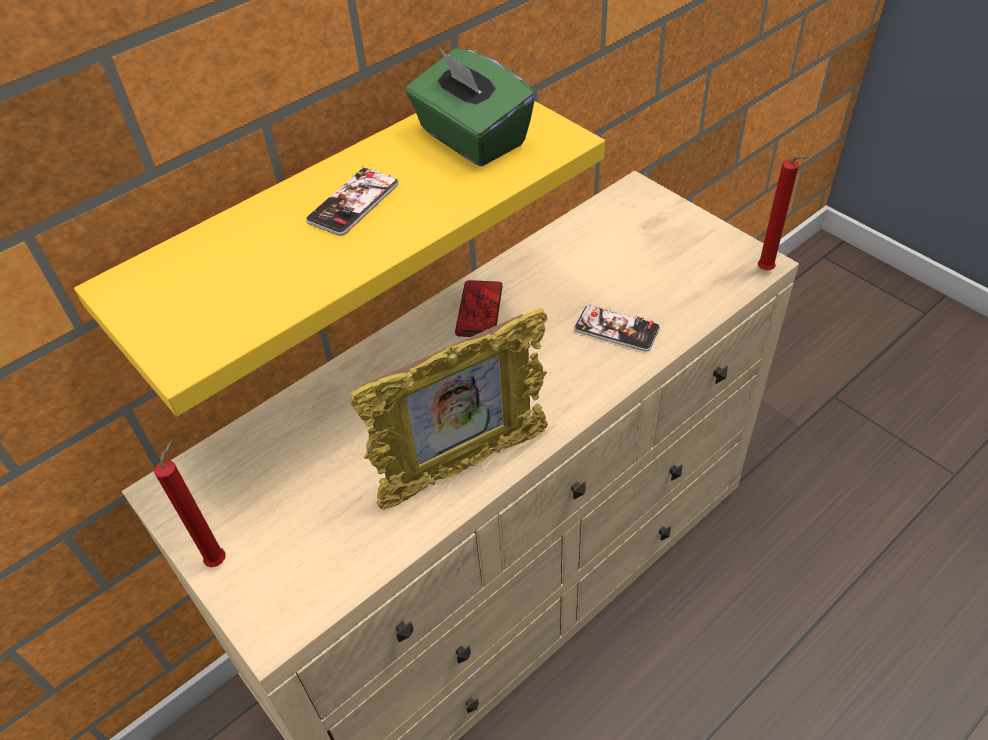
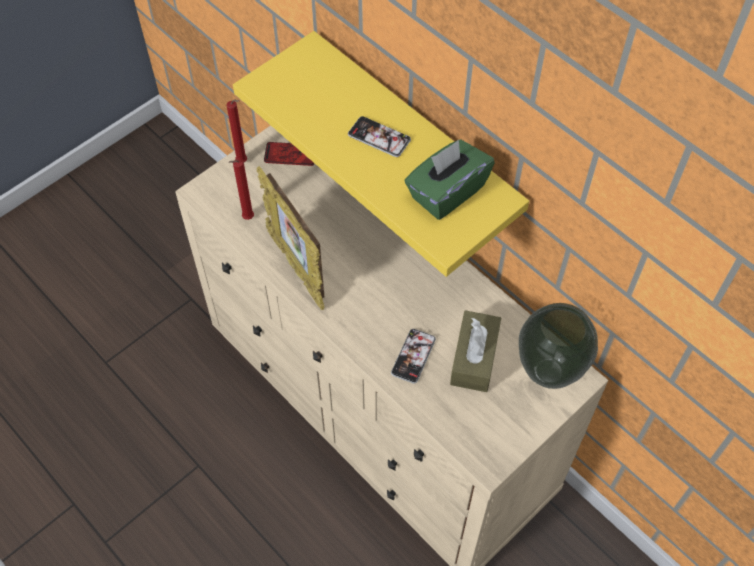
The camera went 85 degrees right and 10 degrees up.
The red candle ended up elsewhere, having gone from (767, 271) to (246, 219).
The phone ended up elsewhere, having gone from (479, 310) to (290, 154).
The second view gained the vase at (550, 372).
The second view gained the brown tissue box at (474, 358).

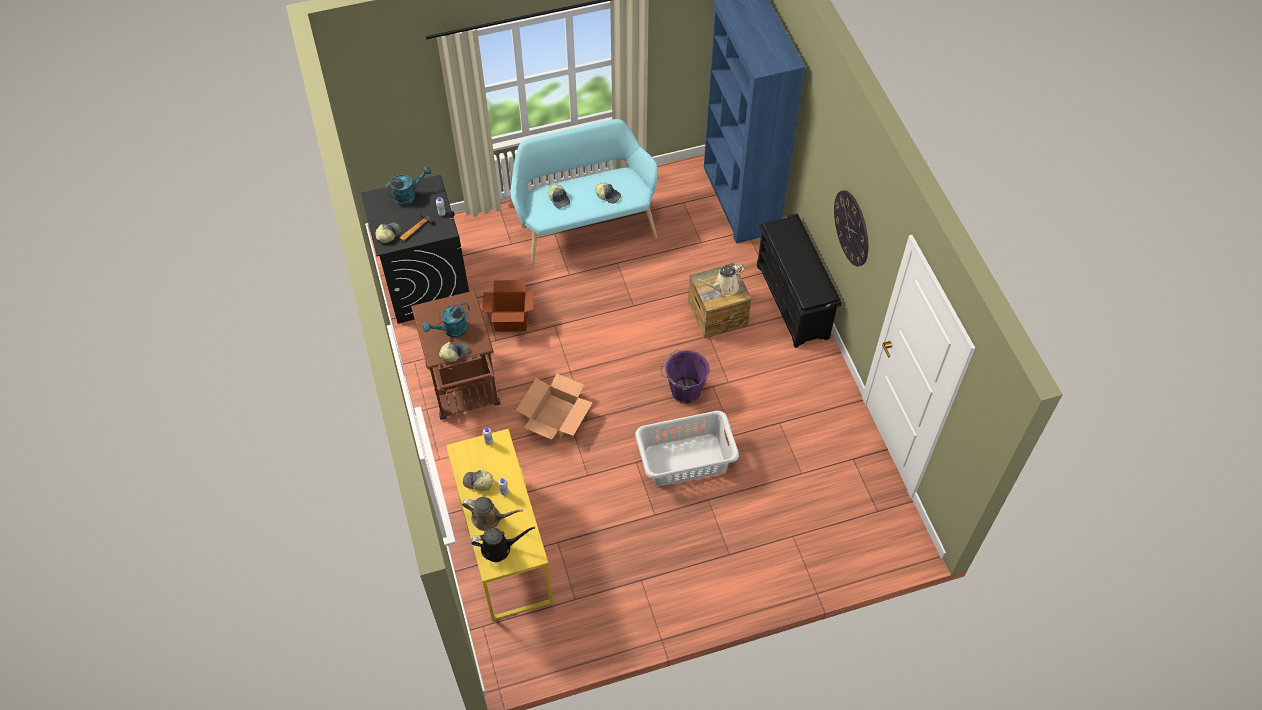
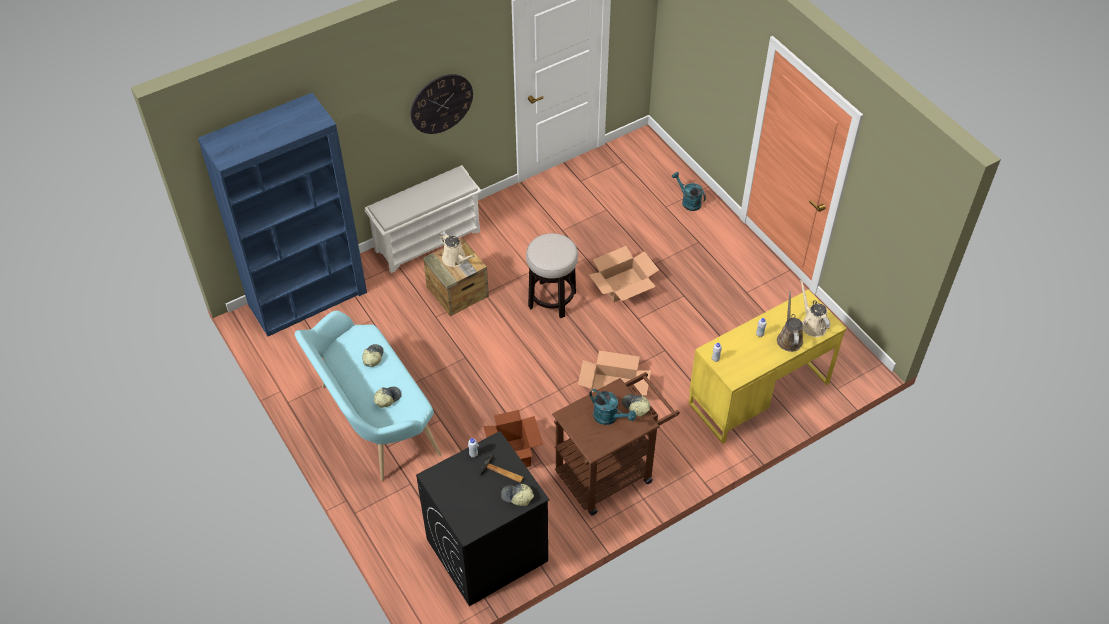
The camera went 105 degrees left and 5 degrees down.
The turquoise watering can ended up elsewhere, having gone from (408, 195) to (688, 201).
What was the black shoe rack at (793, 302) turned into the white shoe rack at (428, 240).
Where the purple bucket stood at (684, 391), the stool came to stand at (552, 299).
Where the grey laundry basket stood at (686, 460), the cardboard box came to stand at (623, 285).
The second view lost the cap at (478, 482).
What was the black watering can at (499, 548) turned into the beige watering can at (812, 324).

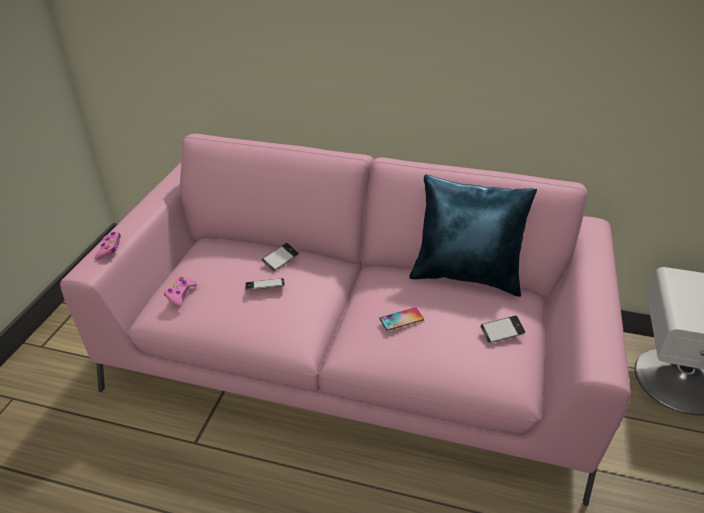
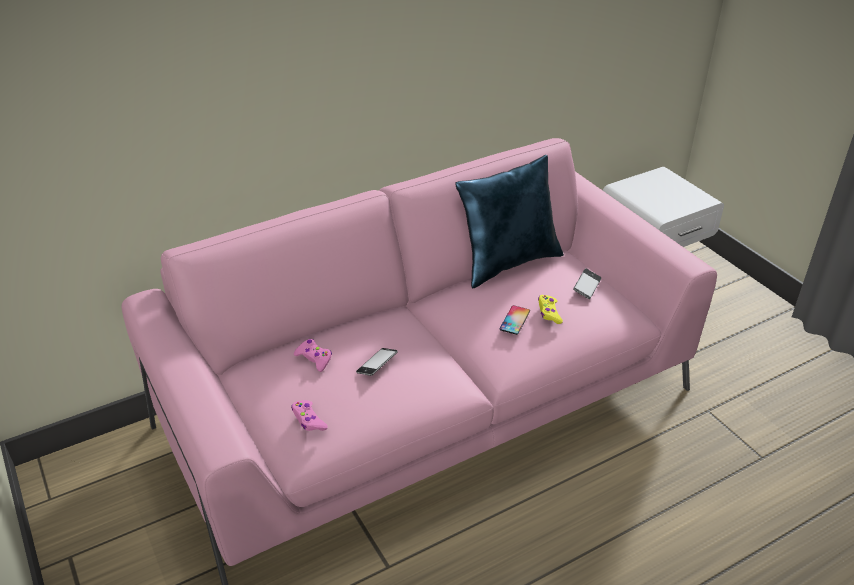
The camera went 45 degrees left and 0 degrees up.
The pink game controller ended up elsewhere, having gone from (109, 249) to (314, 358).
The second view lost the phone at (280, 259).
The second view gained the yellow game controller at (549, 313).

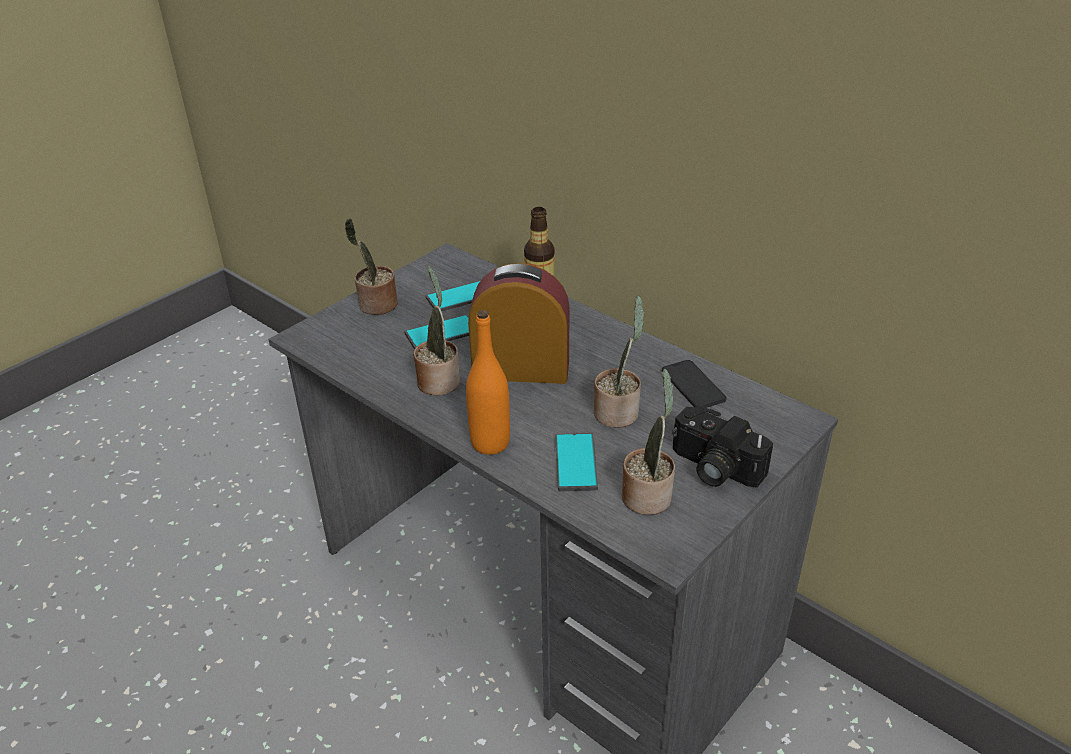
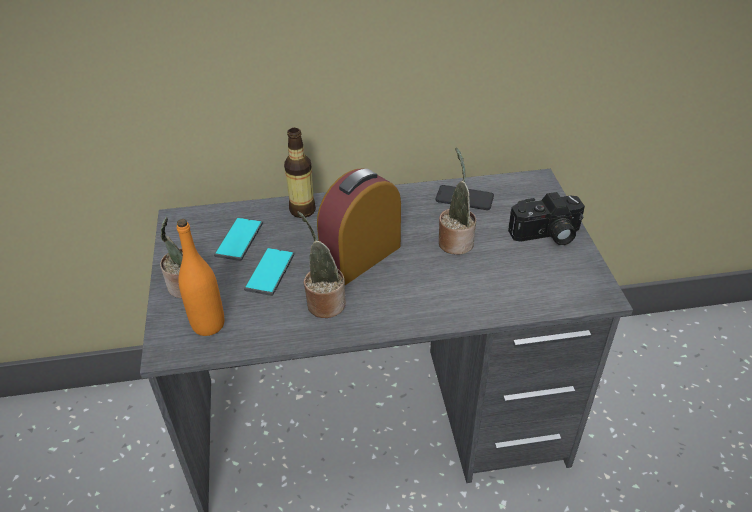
The camera went 50 degrees left and 5 degrees up.
The orange bottle ended up elsewhere, having gone from (490, 443) to (208, 324).
The second view lost the potted plant at (648, 495).
The second view lost the phone at (576, 463).

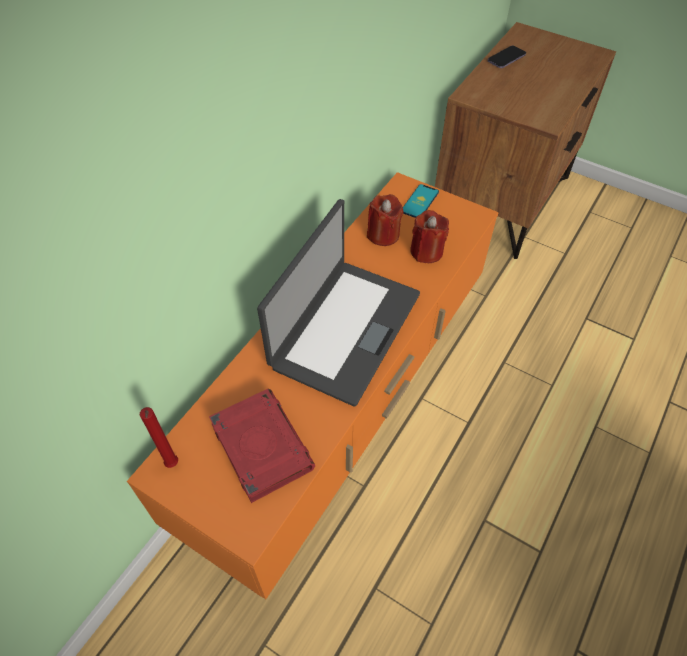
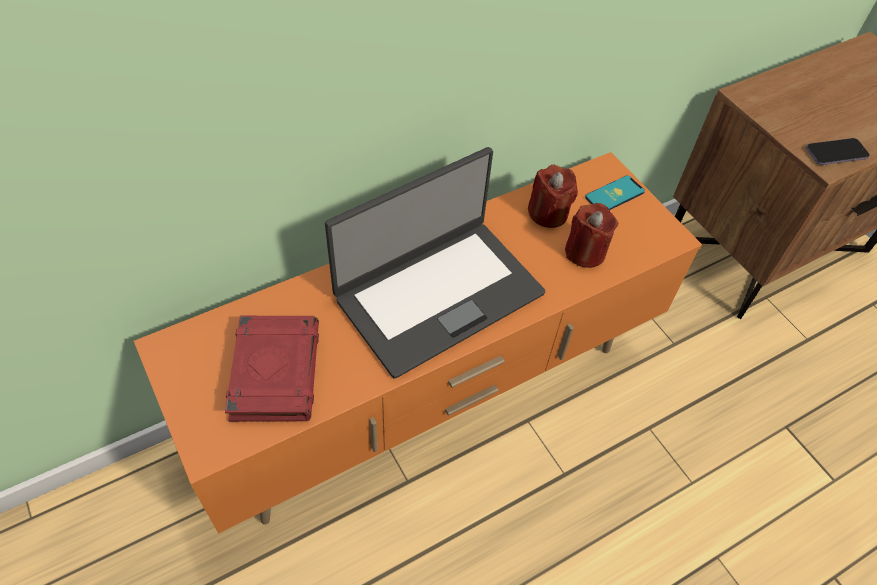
The camera went 25 degrees right and 0 degrees up.
The phone ended up elsewhere, having gone from (506, 58) to (836, 153).
The second view lost the red candle at (172, 465).

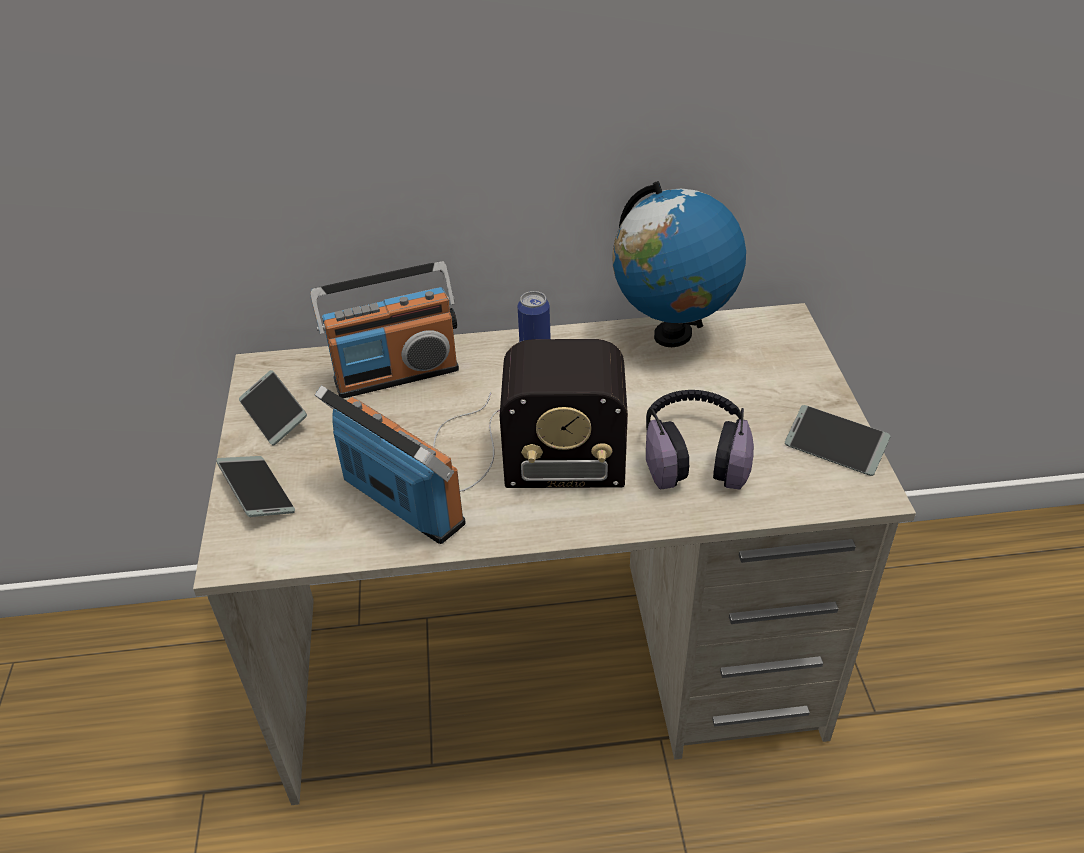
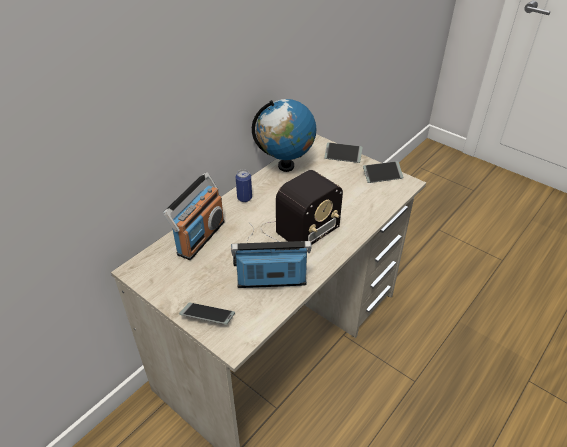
The camera went 45 degrees left and 0 degrees up.
The phone ended up elsewhere, having gone from (274, 414) to (343, 156).
The second view lost the headphones at (694, 454).

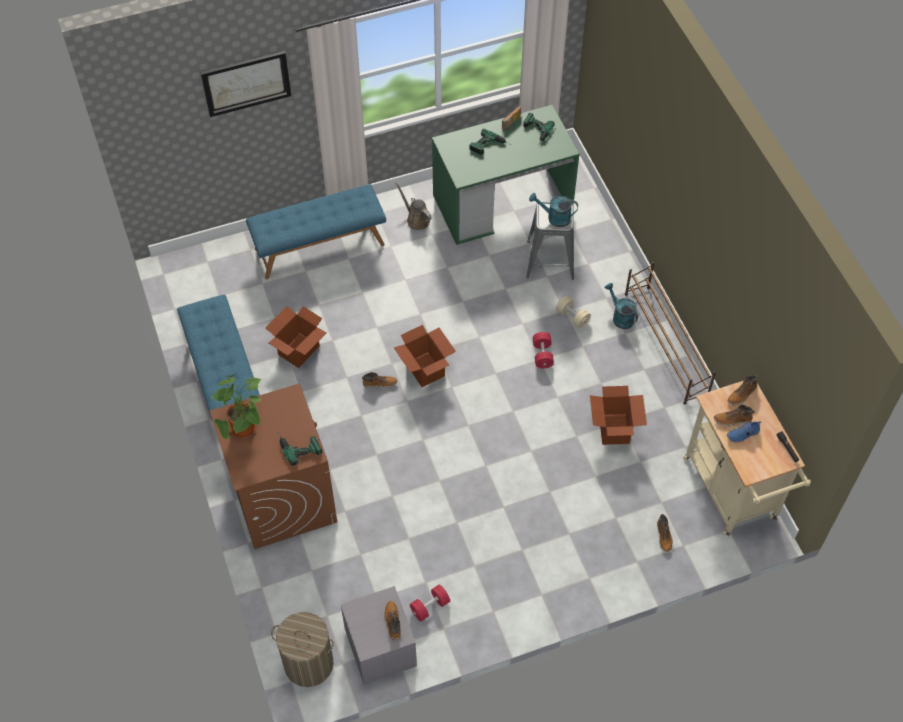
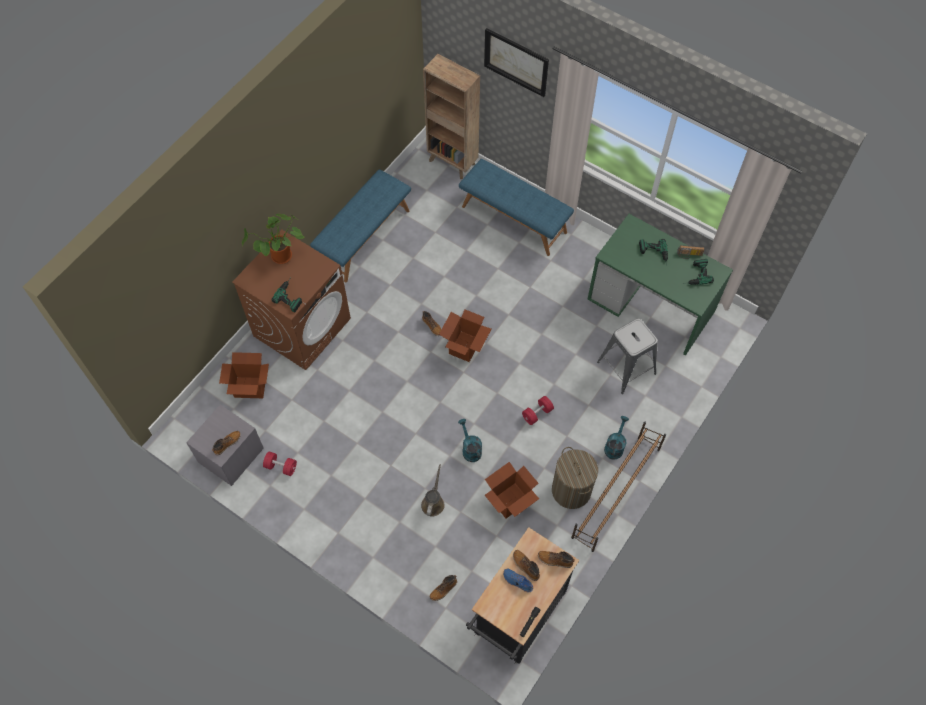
The camera went 55 degrees right and 5 degrees up.
The brown watering can ended up elsewhere, having gone from (416, 219) to (433, 502).
The turquoise watering can ended up elsewhere, having gone from (554, 218) to (470, 449).
The second view lost the beige dumbbell at (572, 317).
The cardboard box ended up elsewhere, having gone from (299, 351) to (250, 387).
What was the beige cart at (733, 494) turned into the black cart at (517, 619).
The laundry basket ended up elsewhere, having gone from (308, 663) to (571, 490).
The second view gained the brown bookcase at (452, 163).

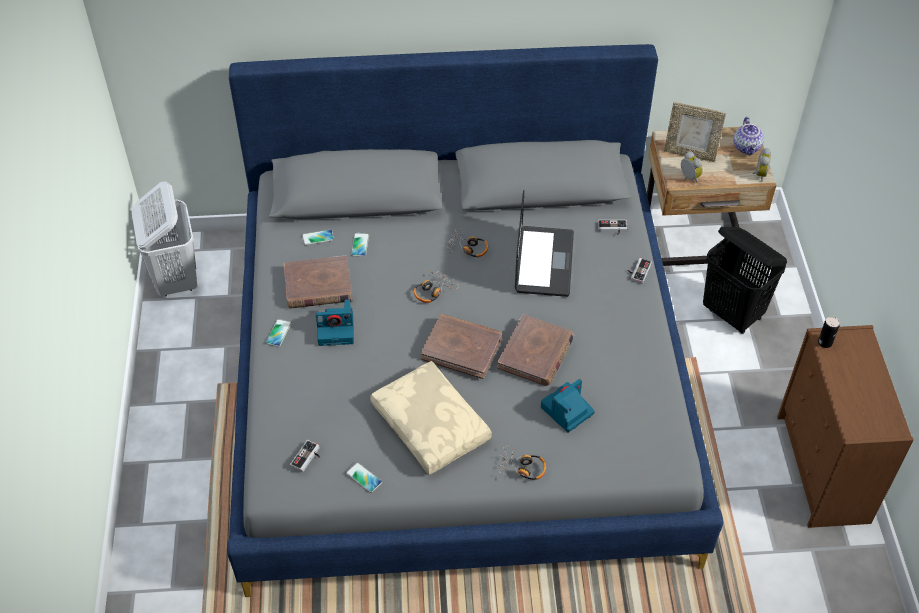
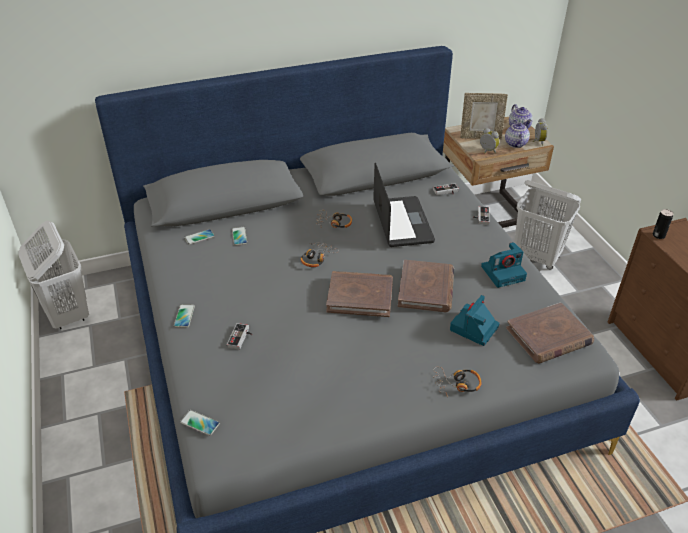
The camera went 15 degrees left and 10 degrees down.
What was the black laundry basket at (733, 314) turned into the white laundry basket at (537, 257).
The brown book ended up elsewhere, having gone from (318, 285) to (549, 336).
The photo camera ended up elsewhere, having gone from (337, 329) to (503, 273).
The second view lost the beige pillow at (432, 424).
The game controller ended up elsewhere, having gone from (308, 458) to (241, 338).
The phone ended up elsewhere, having gone from (364, 478) to (200, 423).
The second view gained the teapot at (515, 143).

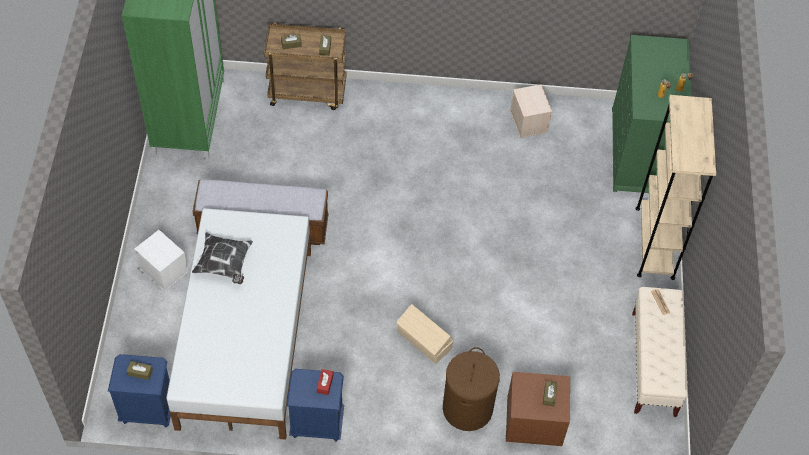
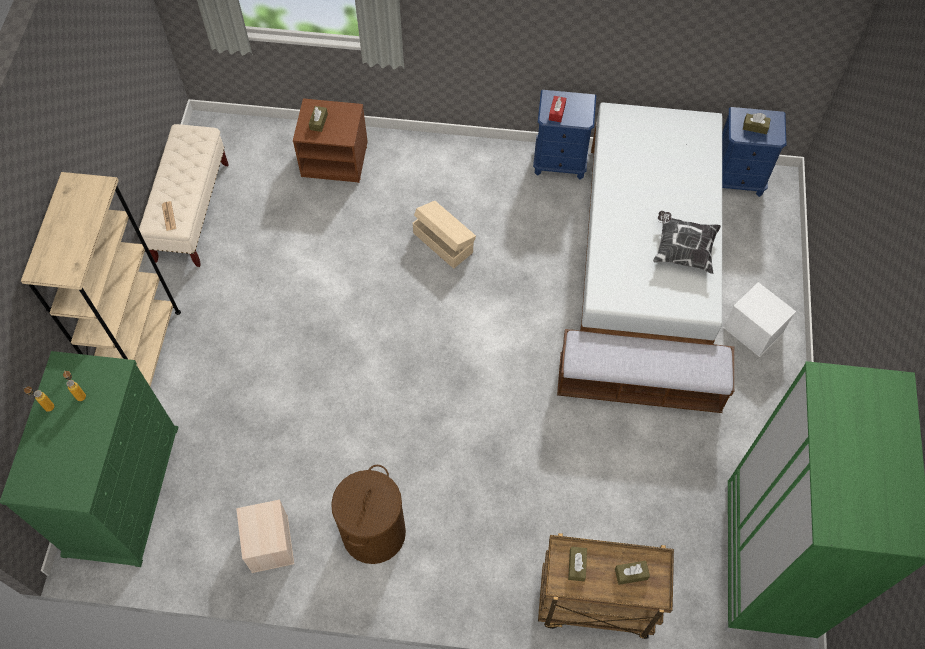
The camera went 175 degrees left and 5 degrees up.
The brown laundry basket ended up elsewhere, having gone from (467, 408) to (374, 533).

